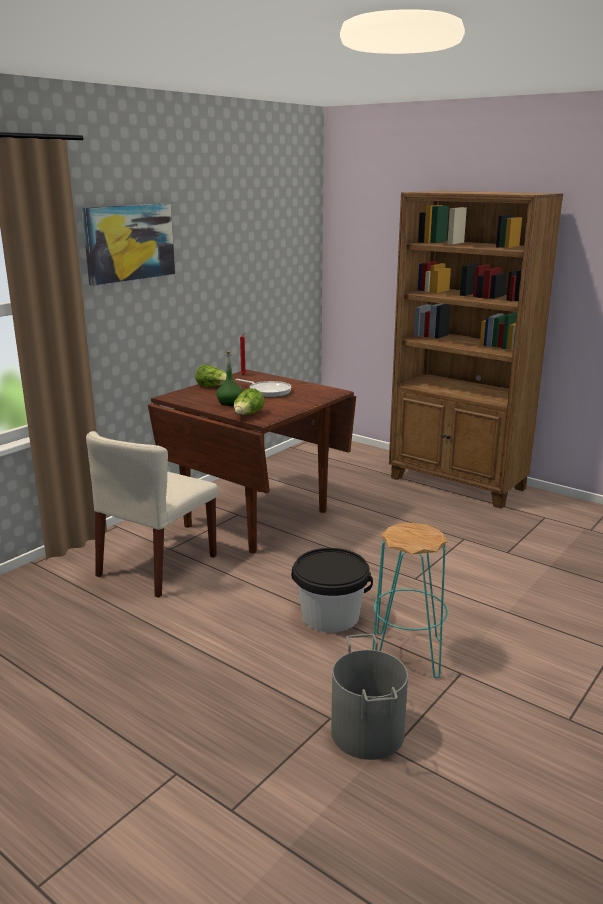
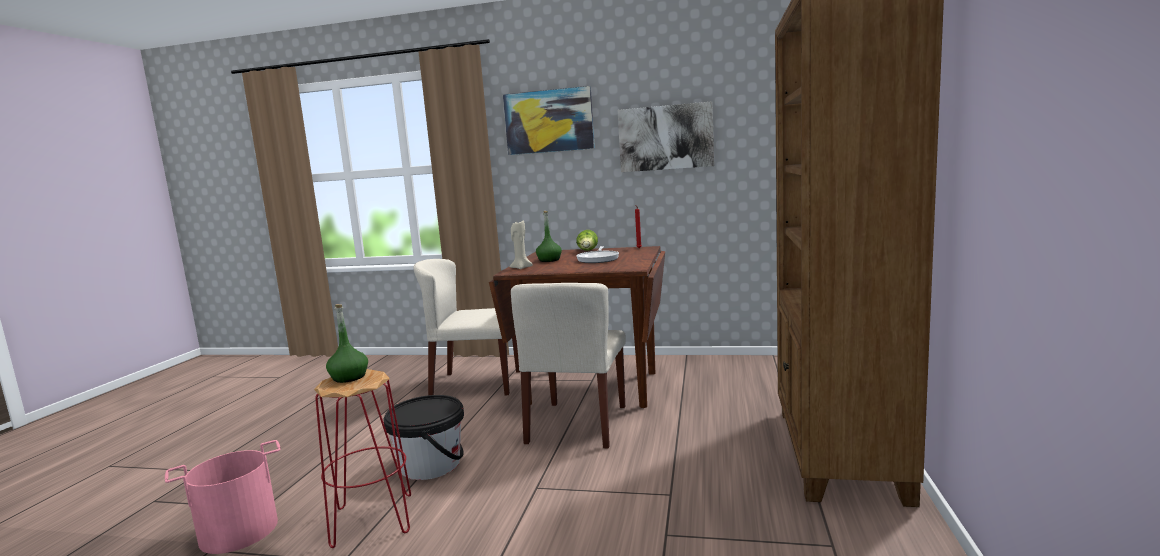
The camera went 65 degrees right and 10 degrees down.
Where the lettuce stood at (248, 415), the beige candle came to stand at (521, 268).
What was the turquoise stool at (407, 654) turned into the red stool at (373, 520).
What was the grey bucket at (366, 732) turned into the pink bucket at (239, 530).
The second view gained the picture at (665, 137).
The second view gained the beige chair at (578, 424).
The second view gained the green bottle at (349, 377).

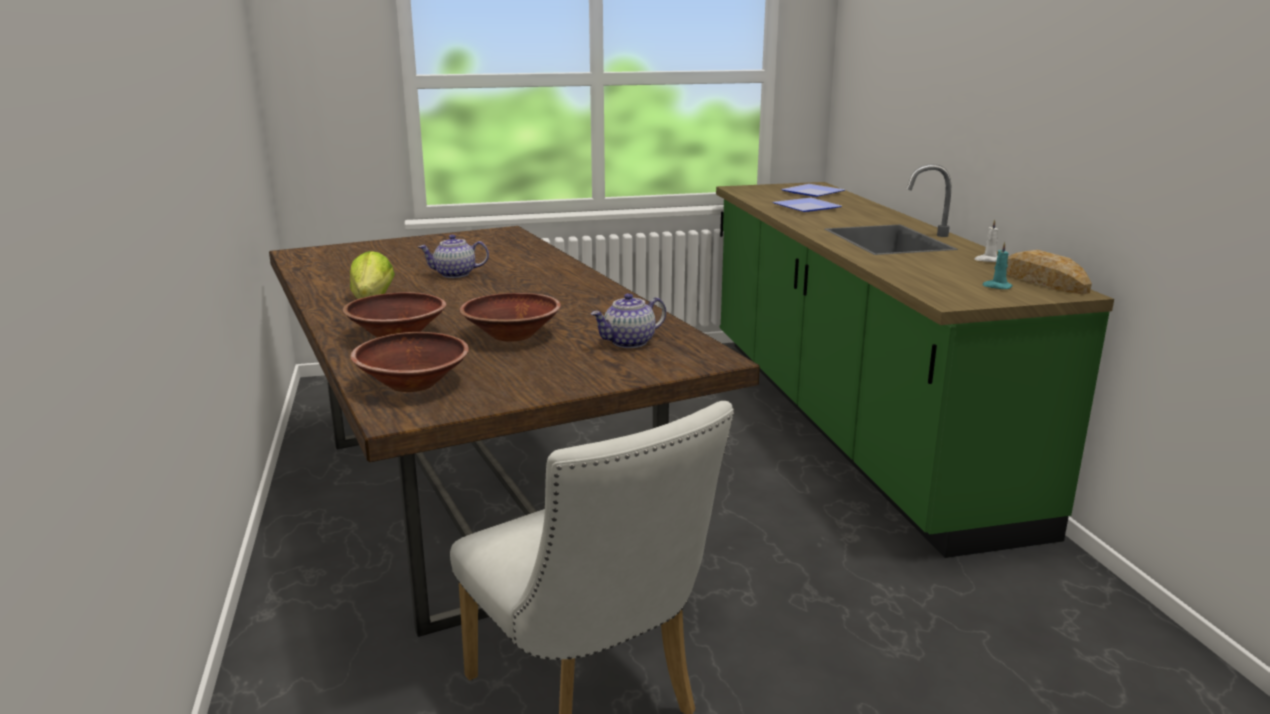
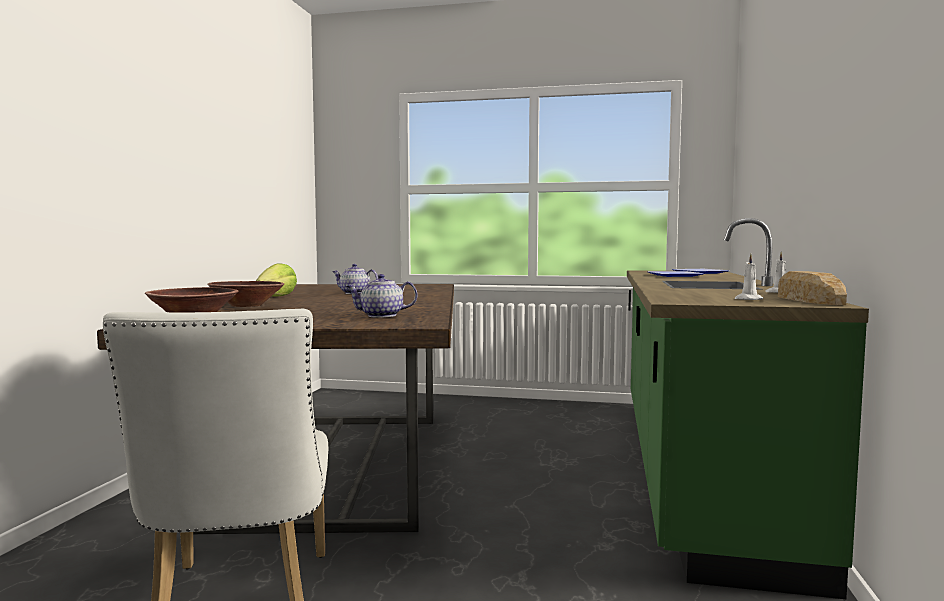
The camera went 25 degrees right and 15 degrees down.
What was the turquoise candle at (996, 286) turned into the white candle at (747, 299).
The second view lost the brown bowl at (512, 335).

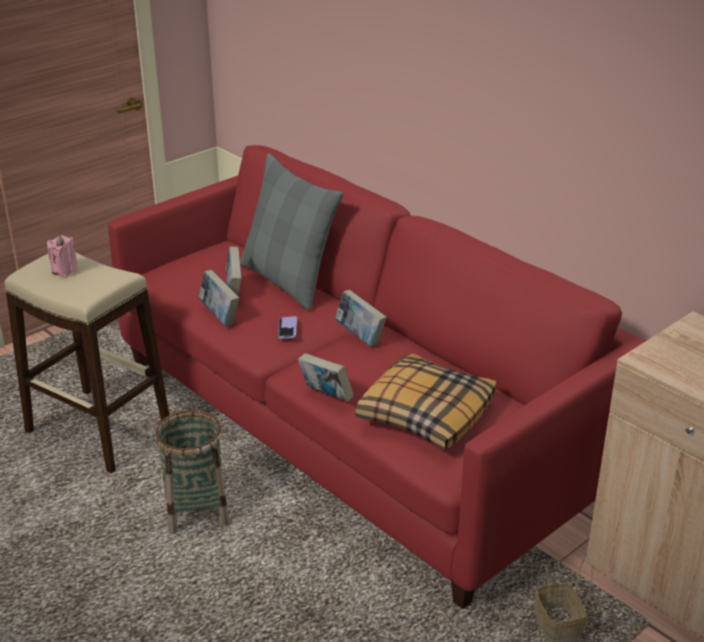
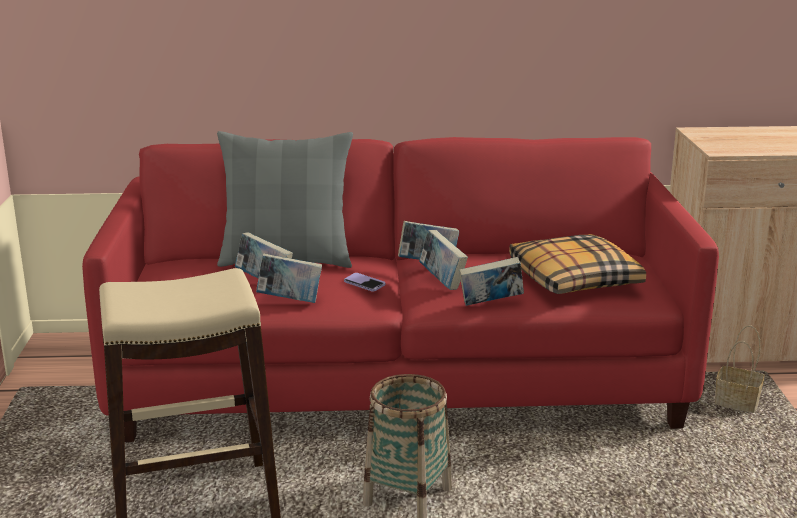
The camera went 50 degrees left and 10 degrees down.
The second view lost the pink candle at (64, 269).
The second view gained the book at (442, 281).

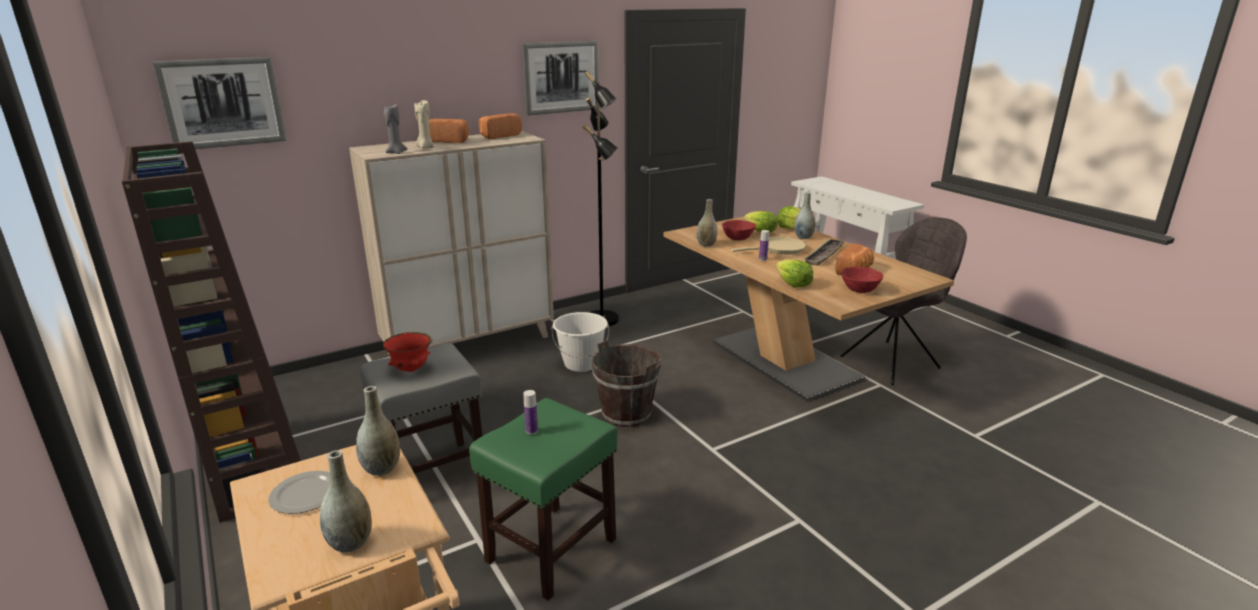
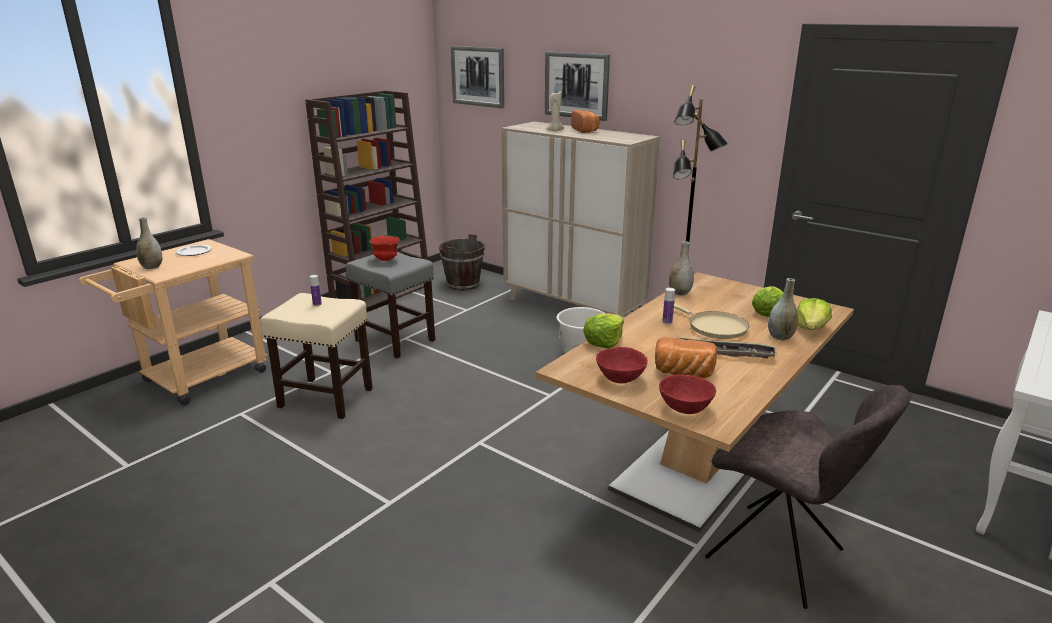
The camera went 70 degrees right and 0 degrees up.
The picture ended up elsewhere, having gone from (561, 77) to (576, 85).
The second view lost the grey candle at (395, 152).
The second view lost the bread at (498, 136).
The red bowl ended up elsewhere, having gone from (737, 238) to (685, 408).
The brown bucket ended up elsewhere, having gone from (626, 414) to (463, 284).
The second view lost the grey vase at (381, 469).
What was the green stool at (550, 551) turned into the beige stool at (324, 398).

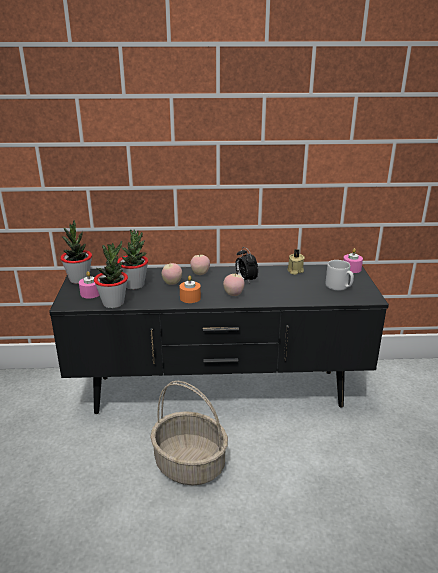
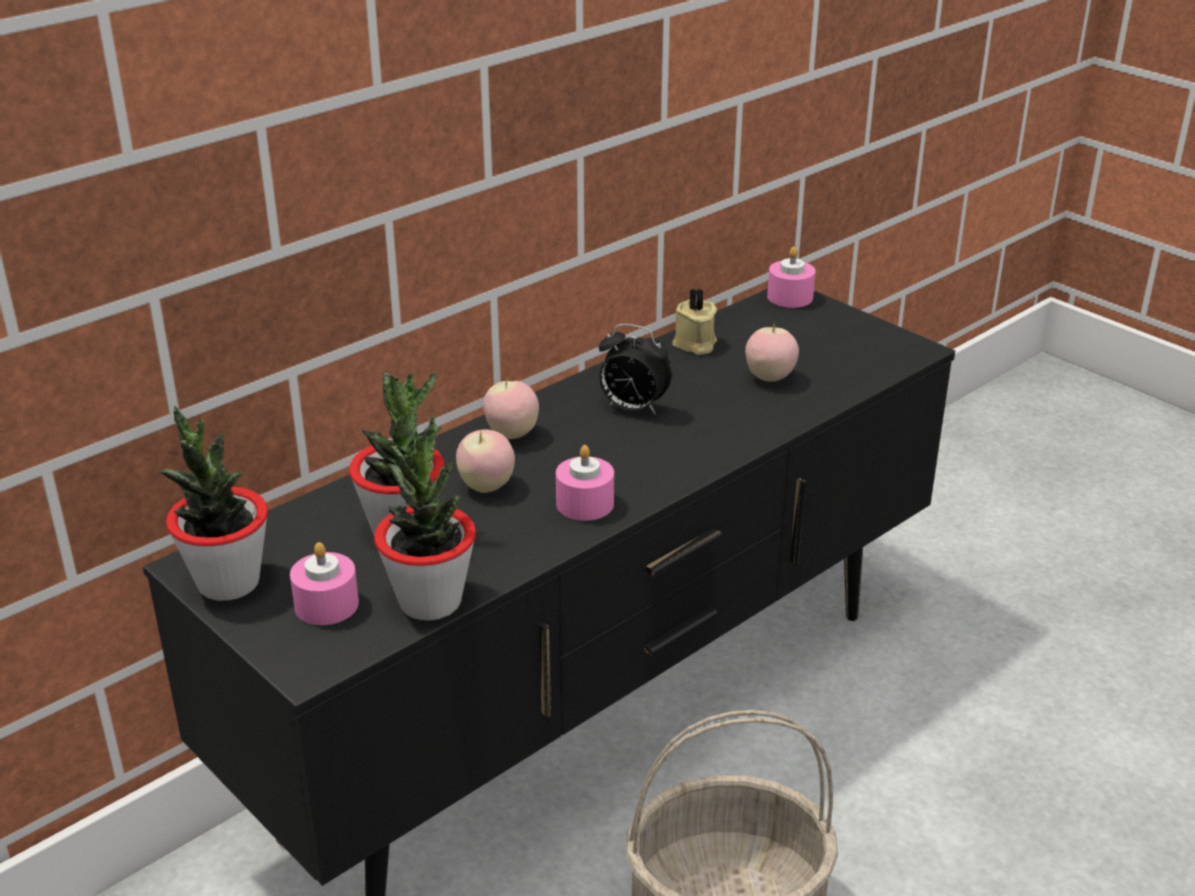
The camera went 40 degrees left and 5 degrees up.
The second view lost the grey mug at (339, 287).
The apple ended up elsewhere, having gone from (233, 294) to (770, 378).
What was the orange candle at (190, 298) turned into the pink candle at (585, 504).

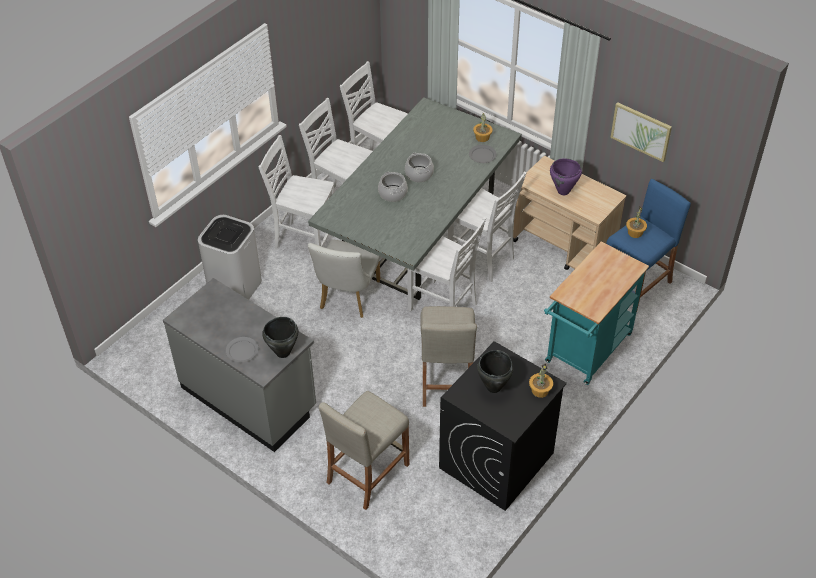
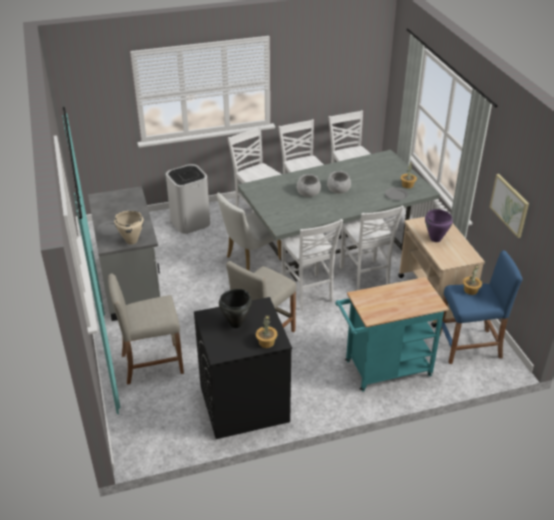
The camera went 35 degrees right and 10 degrees down.
What was the black cooking pot at (282, 352) turned into the beige cooking pot at (131, 241).

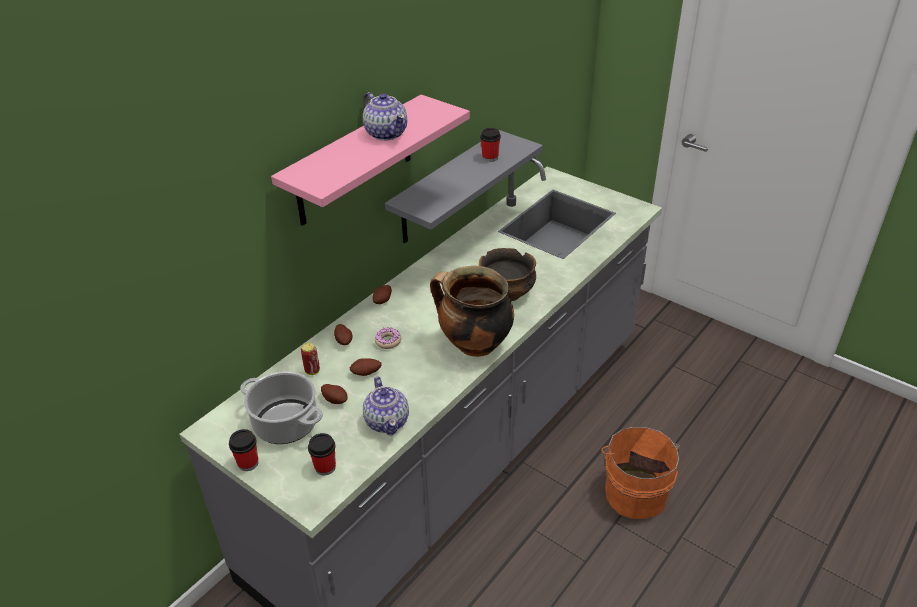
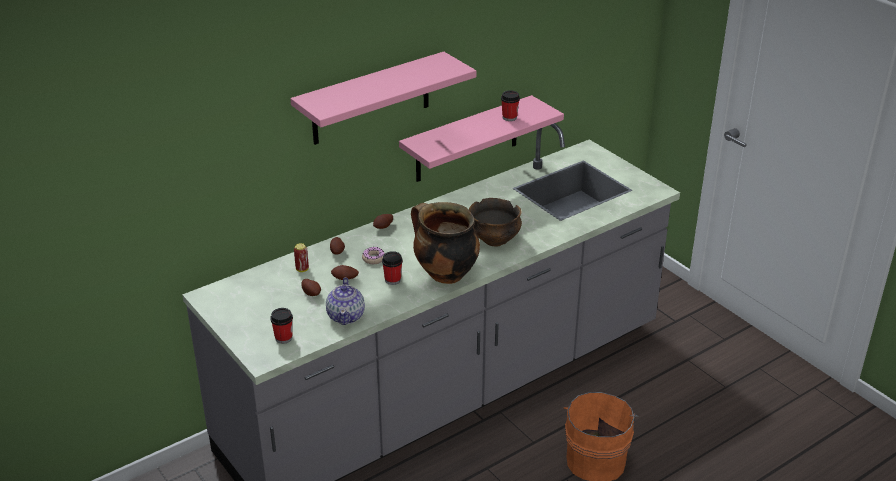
The camera went 15 degrees right and 5 degrees down.
The second view lost the teapot at (386, 133).
What was the grey shelf at (446, 188) turned into the pink shelf at (467, 140).
The second view lost the cooking pot at (284, 423).
The cup ended up elsewhere, having gone from (248, 463) to (392, 280).

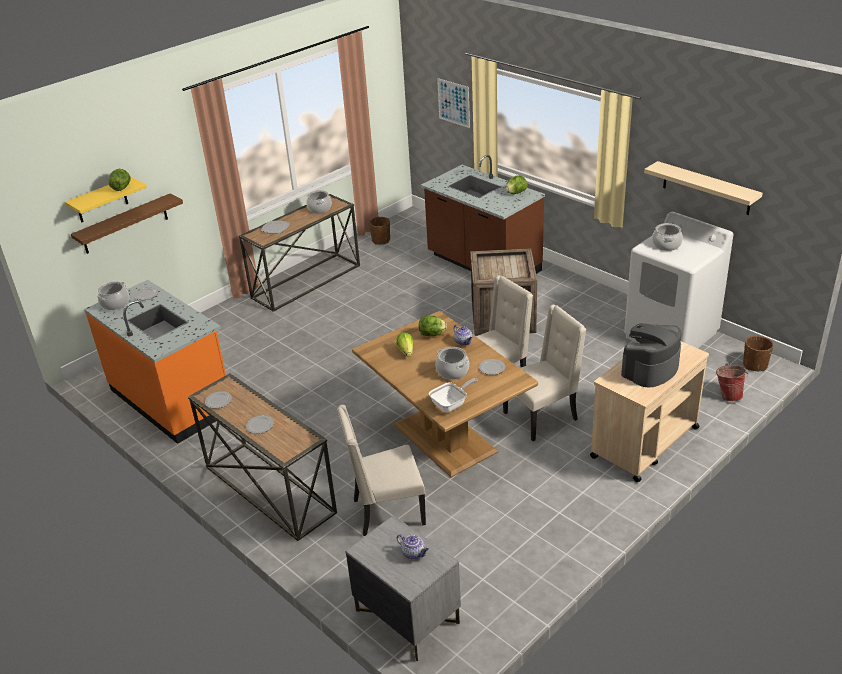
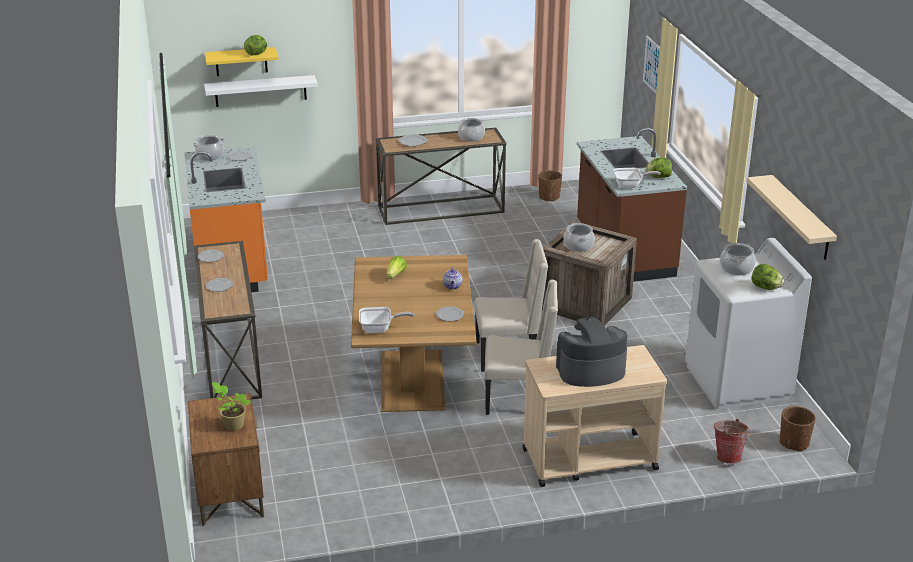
The camera went 30 degrees right and 5 degrees down.
What was the brown shelf at (125, 224) turned into the white shelf at (260, 91).
The lettuce ended up elsewhere, having gone from (432, 334) to (765, 288).
The cooking pot ended up elsewhere, having gone from (452, 371) to (578, 246).
The second view lost the beige chair at (387, 512).
What was the grey nightstand at (406, 616) turned into the brown nightstand at (230, 493).
Where the teapot stood at (414, 553), the potted plant came to stand at (232, 425).
The second view gained the frying pan at (630, 185).

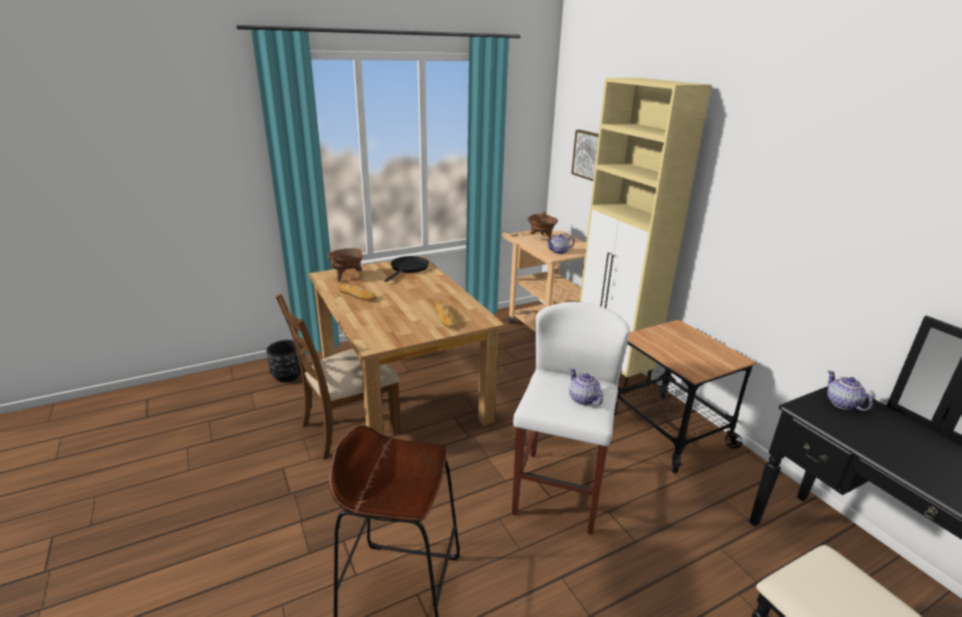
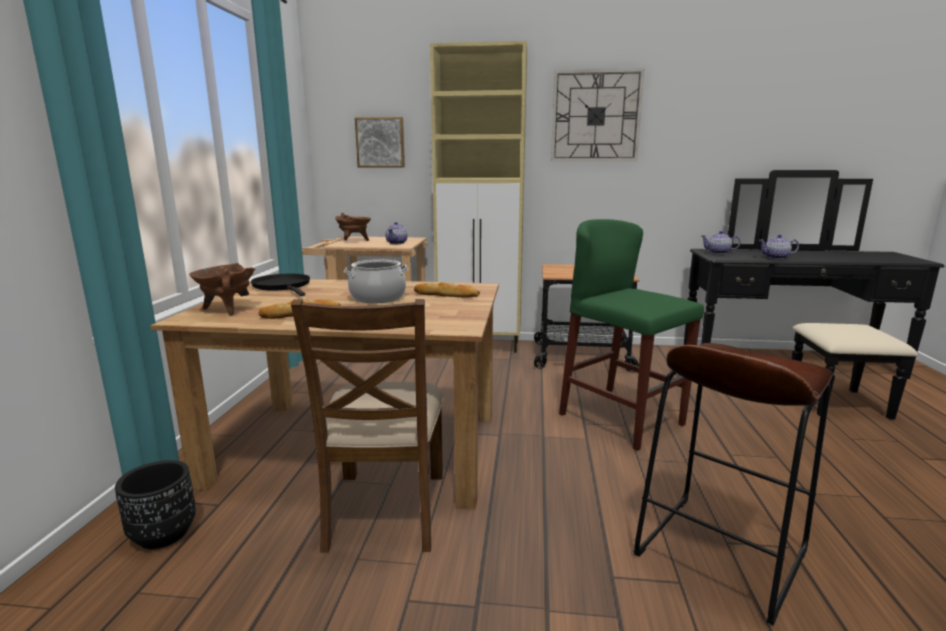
The camera went 55 degrees left and 10 degrees down.
What was the white stool at (559, 491) turned into the green stool at (621, 419).
The teapot ended up elsewhere, having gone from (583, 399) to (776, 257).
The second view gained the wall clock at (595, 116).
The second view gained the cooking pot at (378, 297).

